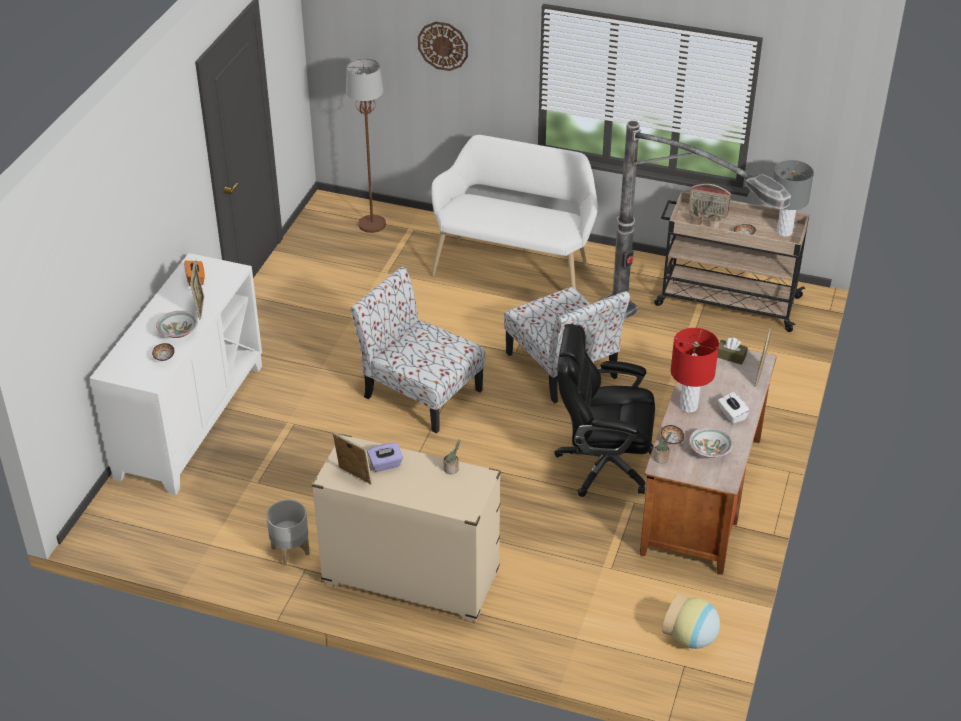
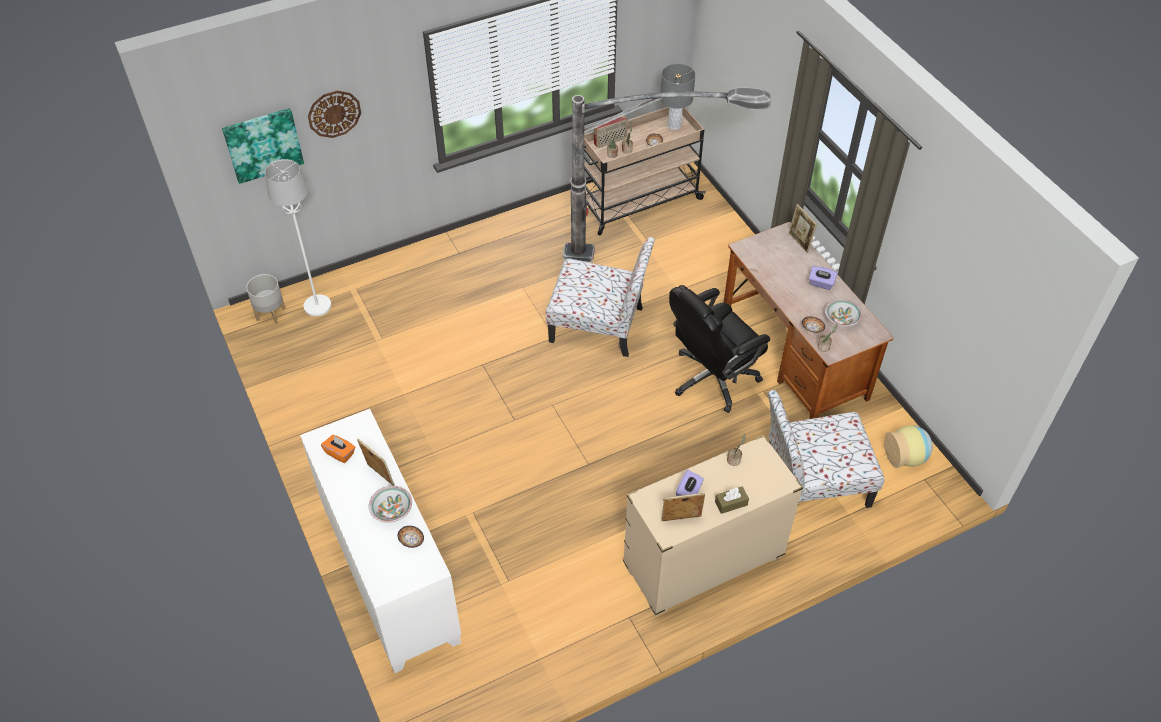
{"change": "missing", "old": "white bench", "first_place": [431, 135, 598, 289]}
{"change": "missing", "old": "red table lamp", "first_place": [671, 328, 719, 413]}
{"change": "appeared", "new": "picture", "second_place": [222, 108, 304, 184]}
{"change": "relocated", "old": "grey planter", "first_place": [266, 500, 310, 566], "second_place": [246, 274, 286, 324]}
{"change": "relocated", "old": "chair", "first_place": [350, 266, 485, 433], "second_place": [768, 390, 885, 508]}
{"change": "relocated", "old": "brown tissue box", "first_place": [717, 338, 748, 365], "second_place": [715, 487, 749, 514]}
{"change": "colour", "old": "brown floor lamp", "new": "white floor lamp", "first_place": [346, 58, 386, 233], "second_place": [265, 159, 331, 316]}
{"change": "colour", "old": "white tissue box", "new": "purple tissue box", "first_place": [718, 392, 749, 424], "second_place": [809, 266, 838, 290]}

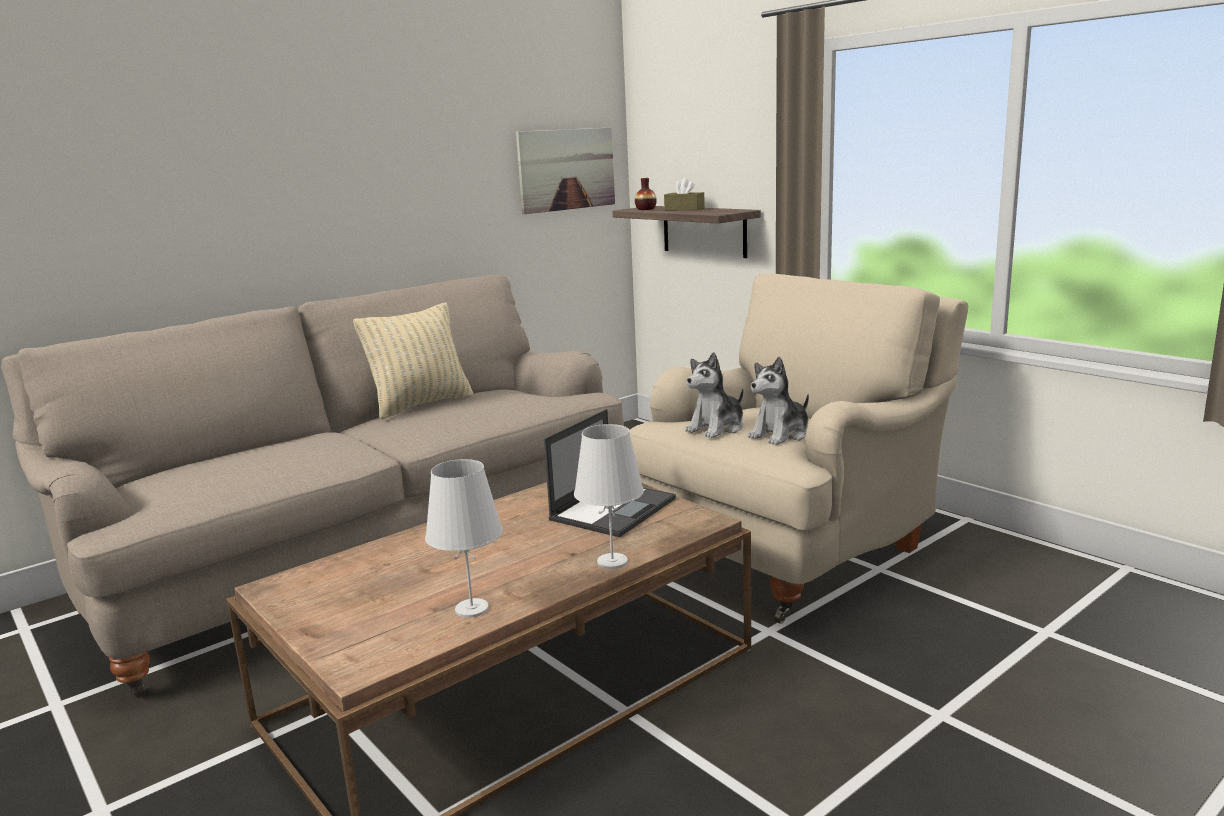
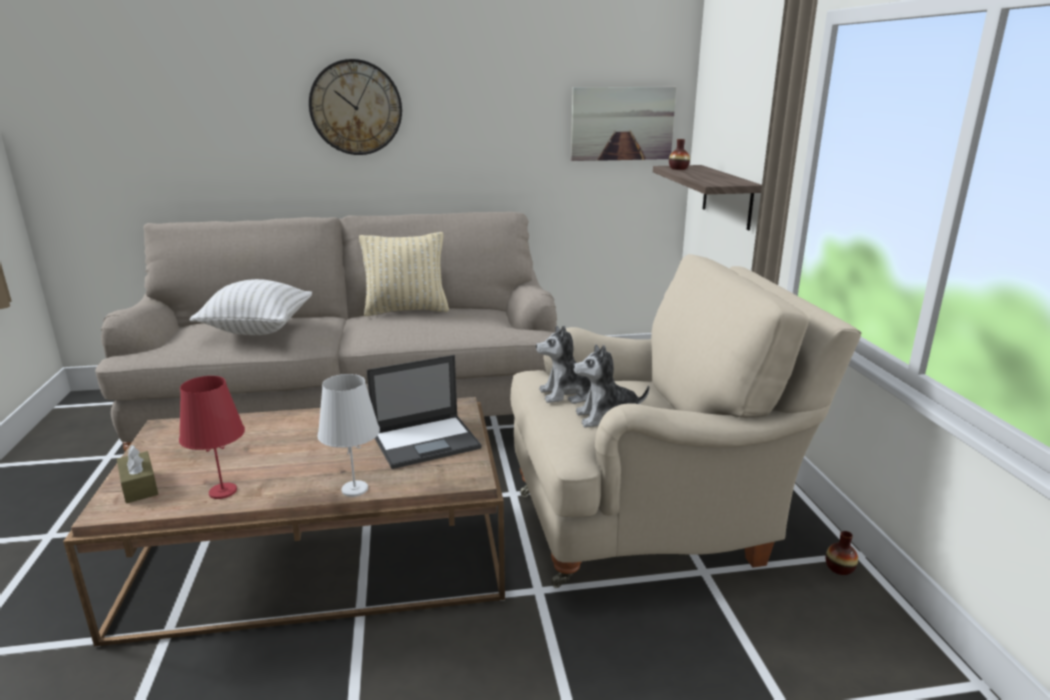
{"change": "appeared", "new": "white pillow", "second_place": [190, 279, 312, 335]}
{"change": "appeared", "new": "wall clock", "second_place": [309, 59, 402, 155]}
{"change": "appeared", "new": "vase", "second_place": [825, 531, 858, 575]}
{"change": "relocated", "old": "brown tissue box", "first_place": [664, 178, 705, 210], "second_place": [117, 445, 158, 503]}
{"change": "colour", "old": "white table lamp", "new": "red table lamp", "first_place": [425, 459, 503, 618], "second_place": [179, 376, 245, 499]}

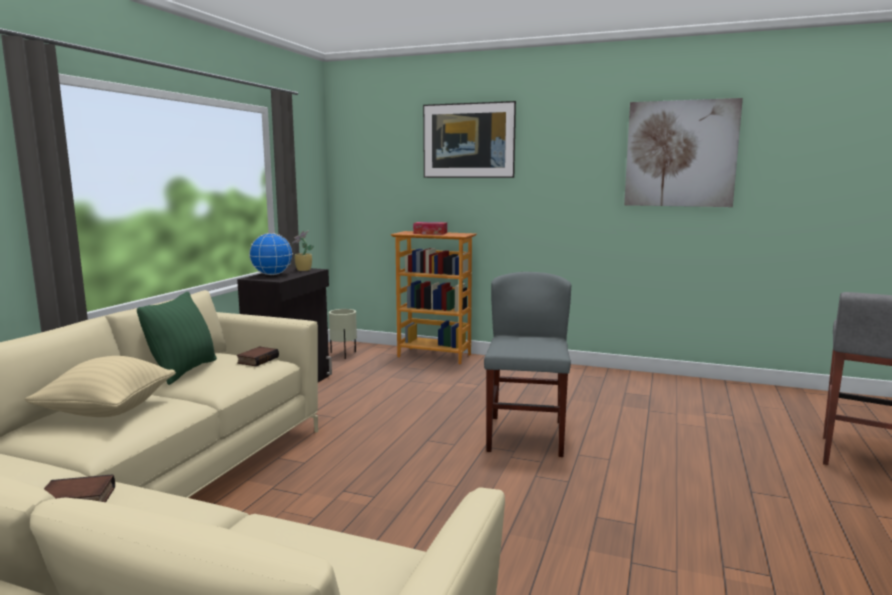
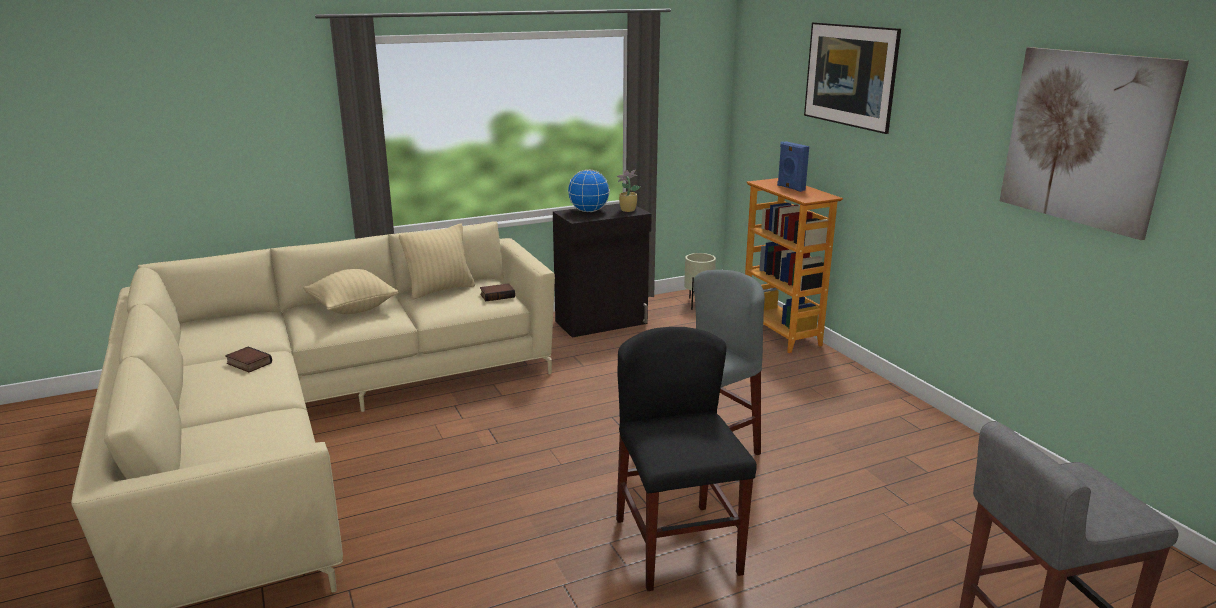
{"change": "appeared", "new": "black chair", "second_place": [616, 327, 757, 591]}
{"change": "exchanged", "old": "tissue box", "new": "blue speaker", "first_place": [413, 222, 447, 235], "second_place": [777, 141, 809, 192]}
{"change": "colour", "old": "green pillow", "new": "beige pillow", "first_place": [137, 292, 217, 385], "second_place": [399, 224, 475, 300]}

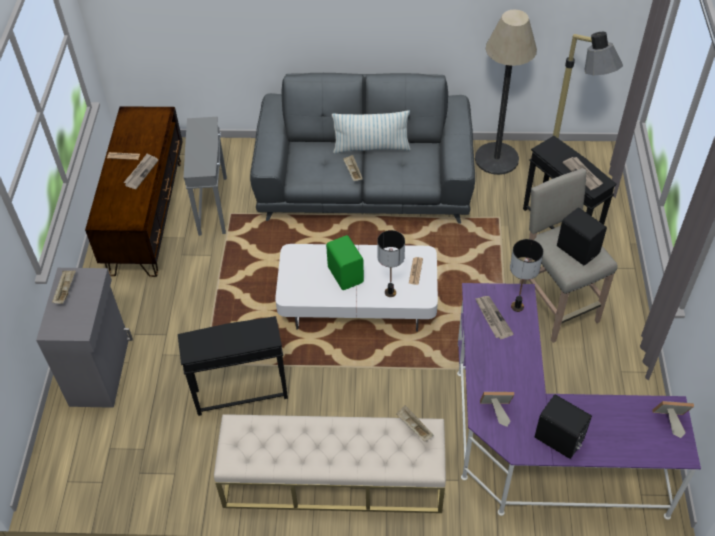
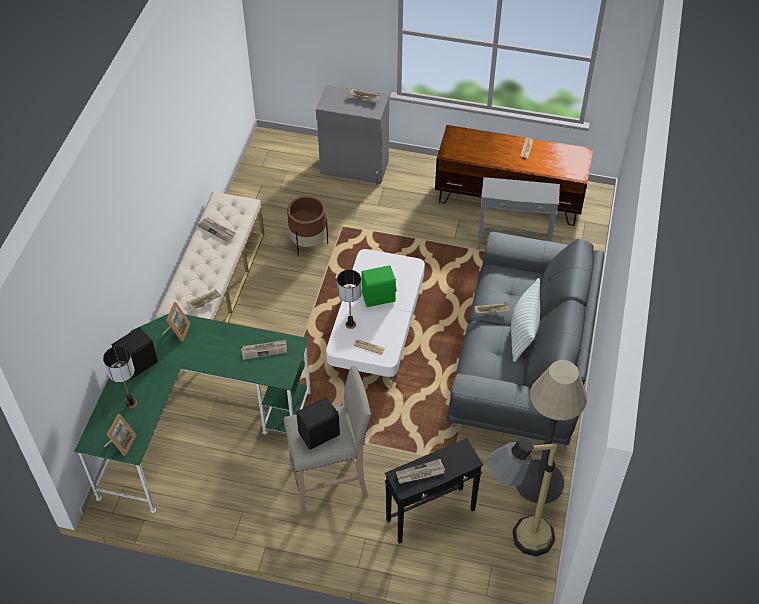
{"change": "relocated", "old": "newspaper", "first_place": [123, 153, 159, 189], "second_place": [197, 217, 236, 242]}
{"change": "relocated", "old": "table lamp", "first_place": [510, 239, 543, 312], "second_place": [103, 346, 137, 409]}
{"change": "exchanged", "old": "black side table", "new": "brown planter", "first_place": [178, 316, 288, 416], "second_place": [287, 196, 328, 257]}
{"change": "colour", "old": "purple desk", "new": "green desk", "first_place": [457, 283, 701, 520], "second_place": [75, 314, 311, 513]}

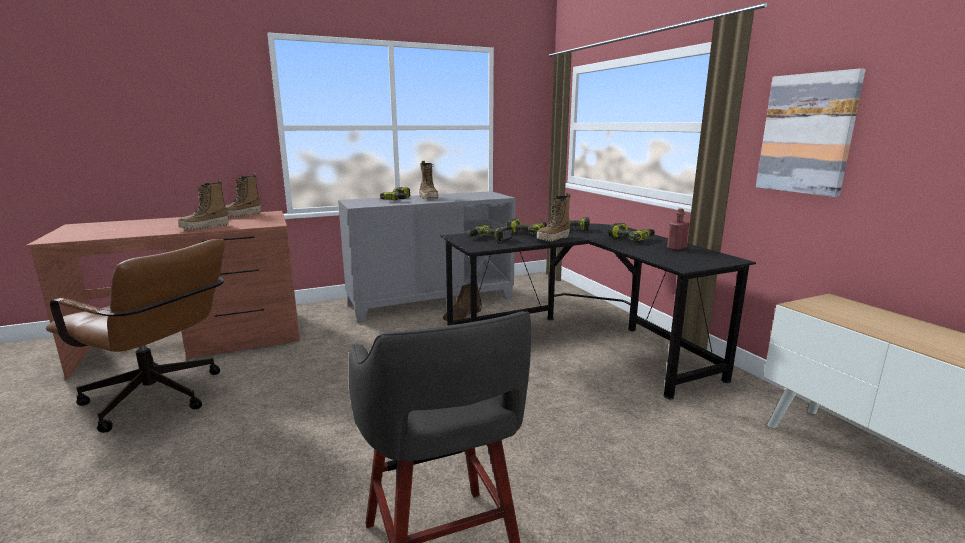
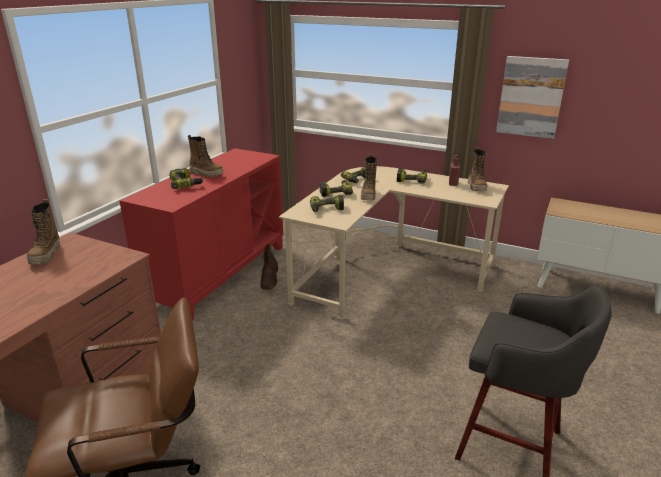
{"change": "relocated", "old": "boot", "first_place": [178, 180, 229, 230], "second_place": [468, 147, 487, 191]}
{"change": "colour", "old": "grey cabinet", "new": "red cabinet", "first_place": [338, 191, 516, 323], "second_place": [119, 148, 283, 320]}
{"change": "colour", "old": "black desk", "new": "beige desk", "first_place": [440, 223, 756, 399], "second_place": [279, 166, 509, 319]}

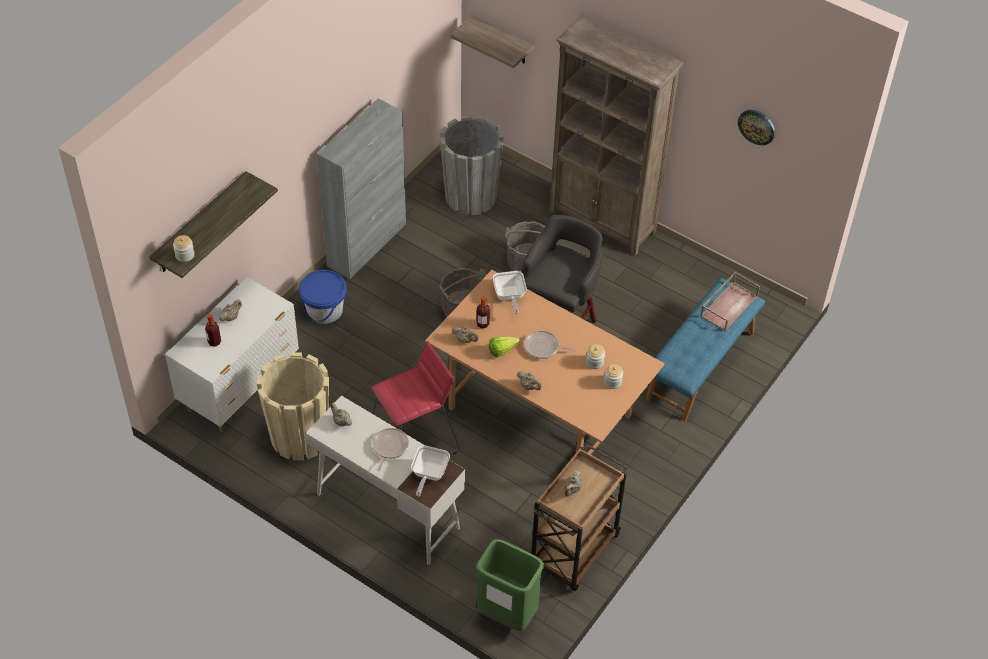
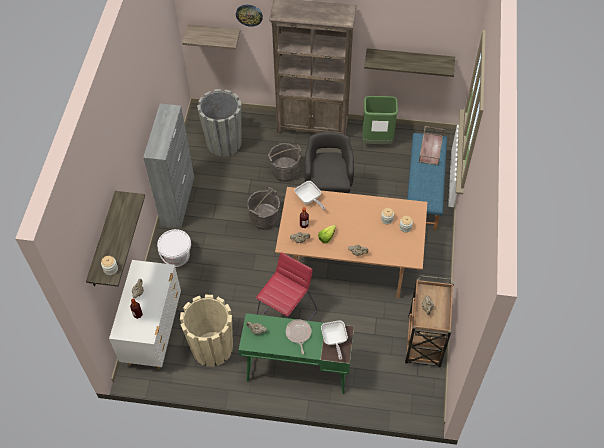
{"change": "missing", "old": "frying pan", "first_place": [524, 330, 576, 359]}
{"change": "appeared", "new": "shelf", "second_place": [364, 48, 455, 77]}
{"change": "relocated", "old": "green trash can", "first_place": [476, 539, 544, 631], "second_place": [362, 96, 398, 144]}
{"change": "relocated", "old": "wall clock", "first_place": [738, 110, 775, 145], "second_place": [236, 5, 263, 27]}
{"change": "colour", "old": "blue bucket", "new": "white bucket", "first_place": [299, 270, 347, 324], "second_place": [157, 229, 191, 267]}
{"change": "colour", "old": "white desk", "new": "green desk", "first_place": [306, 395, 465, 565], "second_place": [239, 313, 354, 394]}

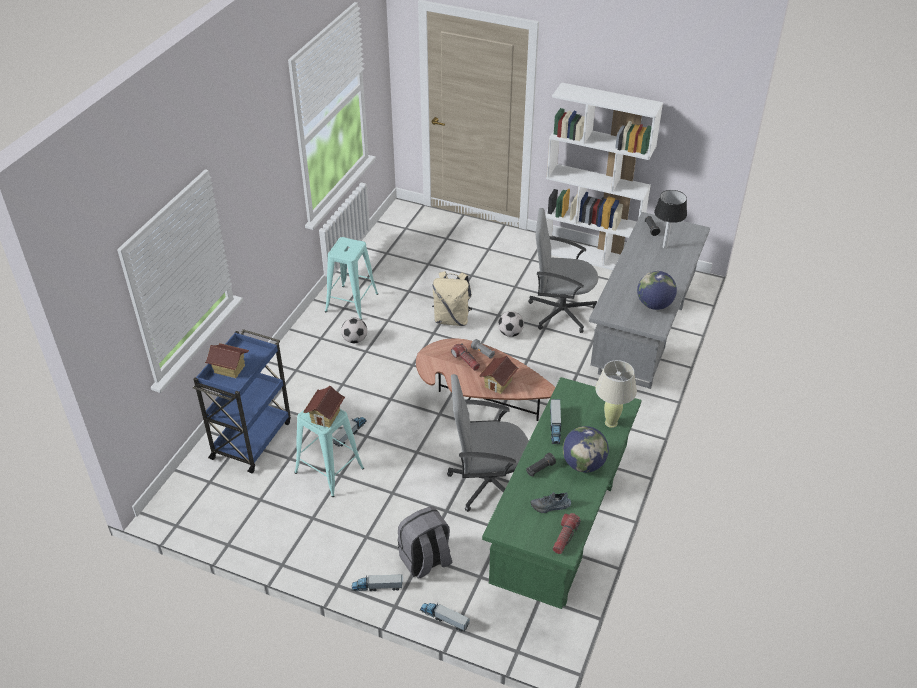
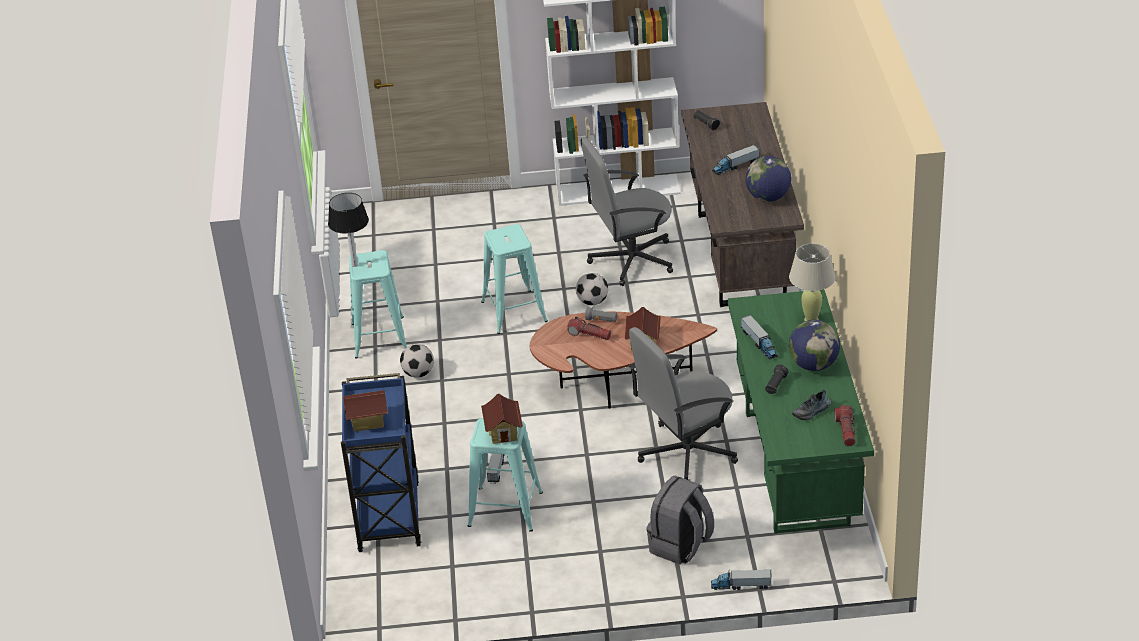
{"change": "relocated", "old": "toy truck", "first_place": [352, 574, 402, 591], "second_place": [712, 145, 759, 175]}
{"change": "relocated", "old": "table lamp", "first_place": [654, 190, 687, 249], "second_place": [328, 193, 369, 267]}
{"change": "exchanged", "old": "beige backpack", "new": "turquoise stool", "first_place": [432, 271, 473, 326], "second_place": [481, 224, 548, 334]}
{"change": "colour", "old": "grey desk", "new": "brown desk", "first_place": [589, 212, 710, 389], "second_place": [681, 102, 804, 307]}

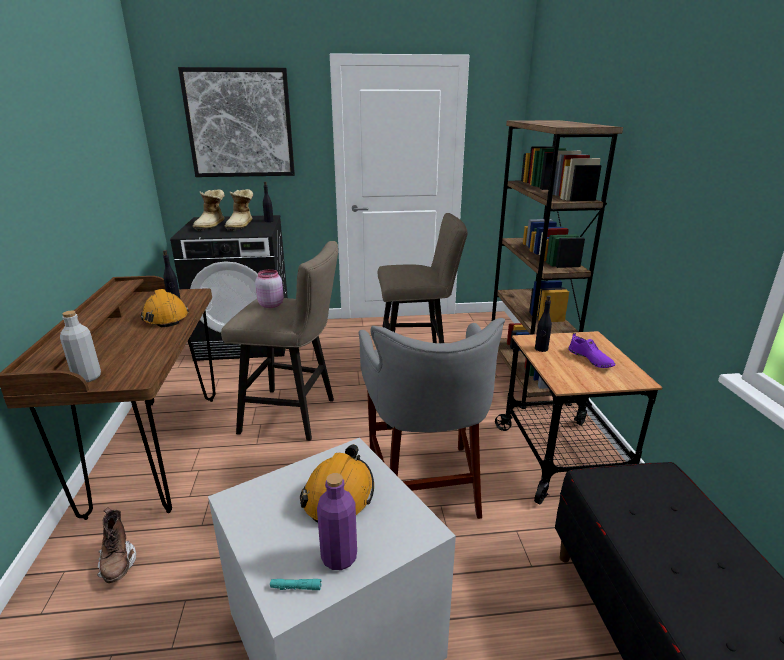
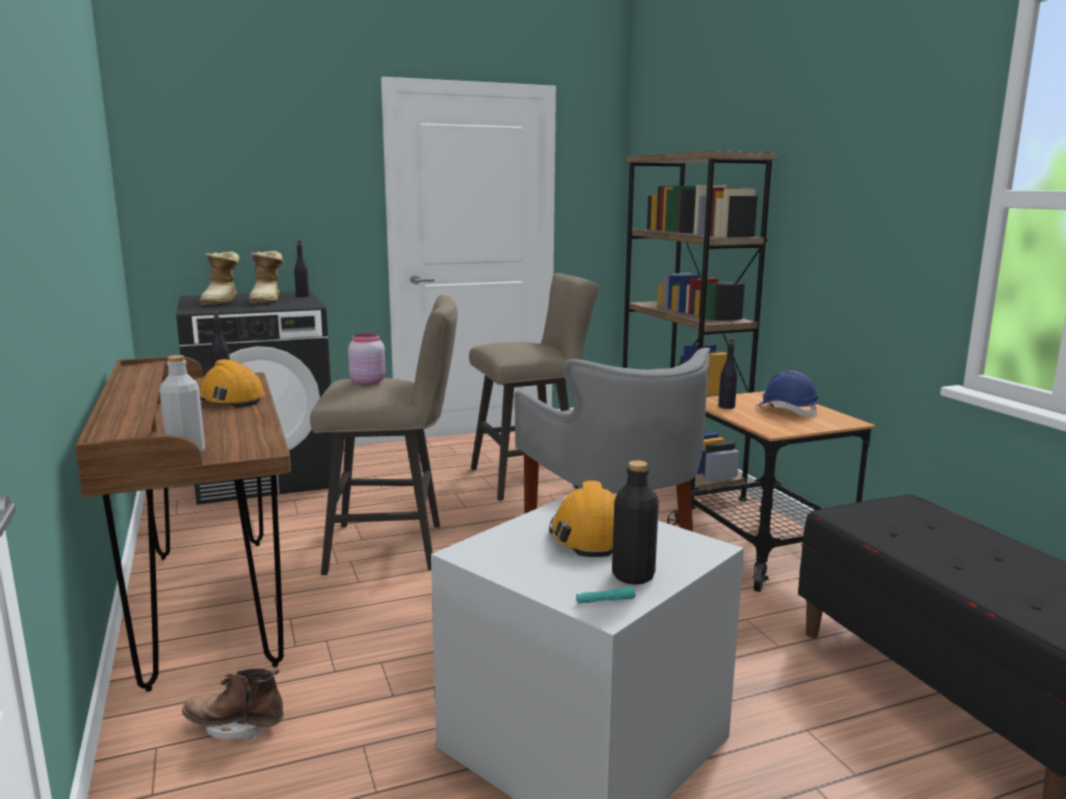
{"change": "missing", "old": "picture", "first_place": [178, 67, 295, 177]}
{"change": "exchanged", "old": "purple shoe", "new": "blue hard hat", "first_place": [568, 333, 615, 368], "second_place": [755, 370, 819, 417]}
{"change": "colour", "old": "purple bottle", "new": "black bottle", "first_place": [317, 473, 357, 570], "second_place": [612, 460, 659, 585]}
{"change": "spun", "old": "brown boot", "first_place": [97, 508, 136, 583], "second_place": [182, 667, 284, 740], "degrees": 135}

